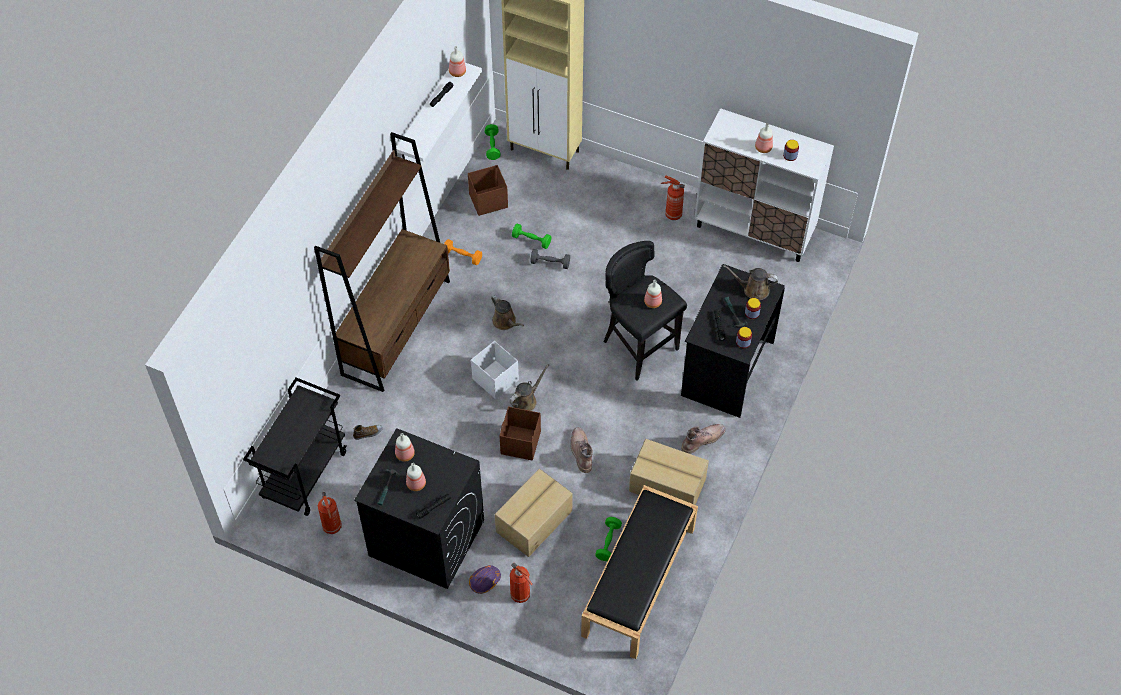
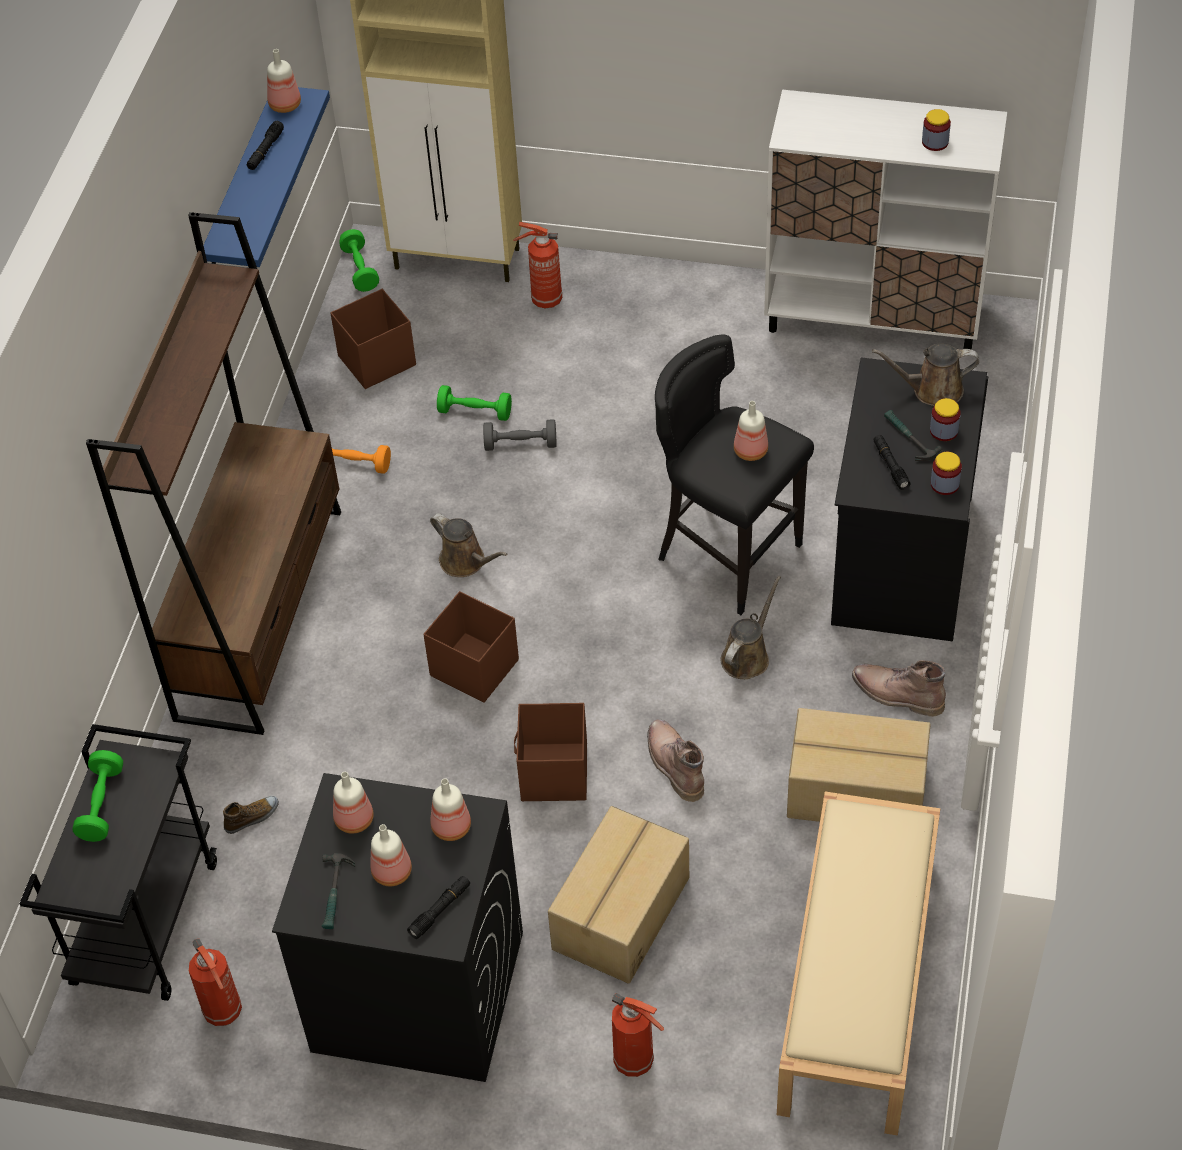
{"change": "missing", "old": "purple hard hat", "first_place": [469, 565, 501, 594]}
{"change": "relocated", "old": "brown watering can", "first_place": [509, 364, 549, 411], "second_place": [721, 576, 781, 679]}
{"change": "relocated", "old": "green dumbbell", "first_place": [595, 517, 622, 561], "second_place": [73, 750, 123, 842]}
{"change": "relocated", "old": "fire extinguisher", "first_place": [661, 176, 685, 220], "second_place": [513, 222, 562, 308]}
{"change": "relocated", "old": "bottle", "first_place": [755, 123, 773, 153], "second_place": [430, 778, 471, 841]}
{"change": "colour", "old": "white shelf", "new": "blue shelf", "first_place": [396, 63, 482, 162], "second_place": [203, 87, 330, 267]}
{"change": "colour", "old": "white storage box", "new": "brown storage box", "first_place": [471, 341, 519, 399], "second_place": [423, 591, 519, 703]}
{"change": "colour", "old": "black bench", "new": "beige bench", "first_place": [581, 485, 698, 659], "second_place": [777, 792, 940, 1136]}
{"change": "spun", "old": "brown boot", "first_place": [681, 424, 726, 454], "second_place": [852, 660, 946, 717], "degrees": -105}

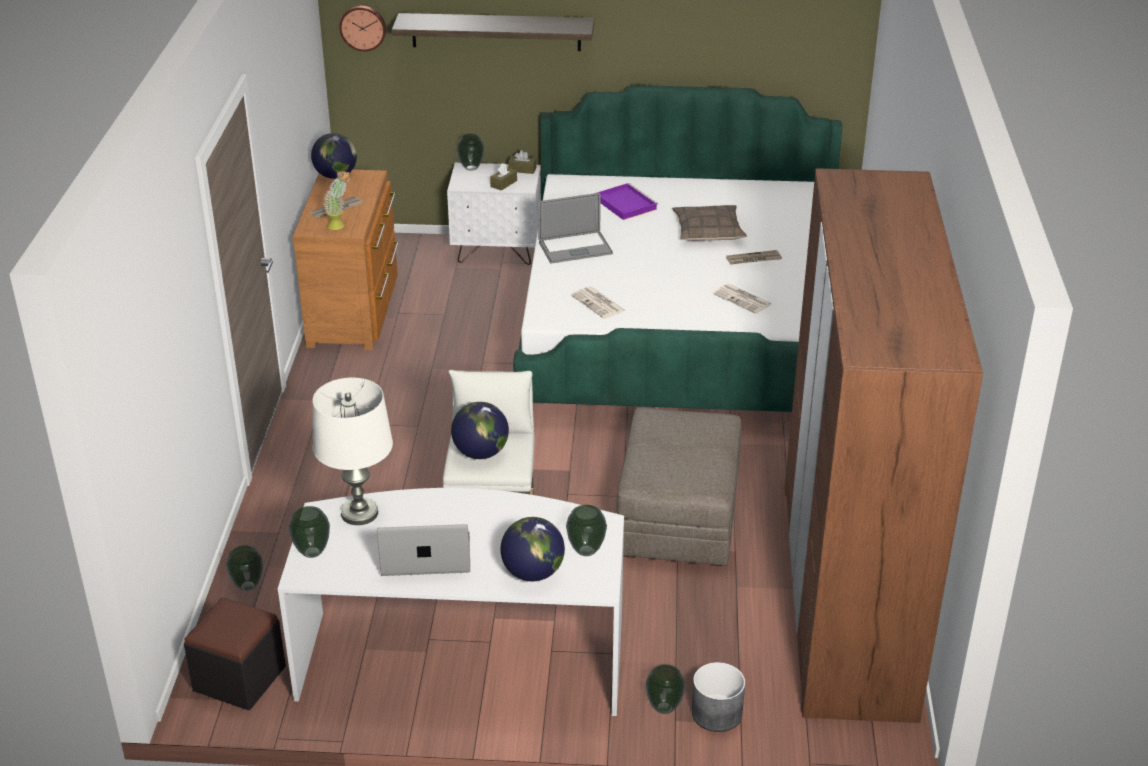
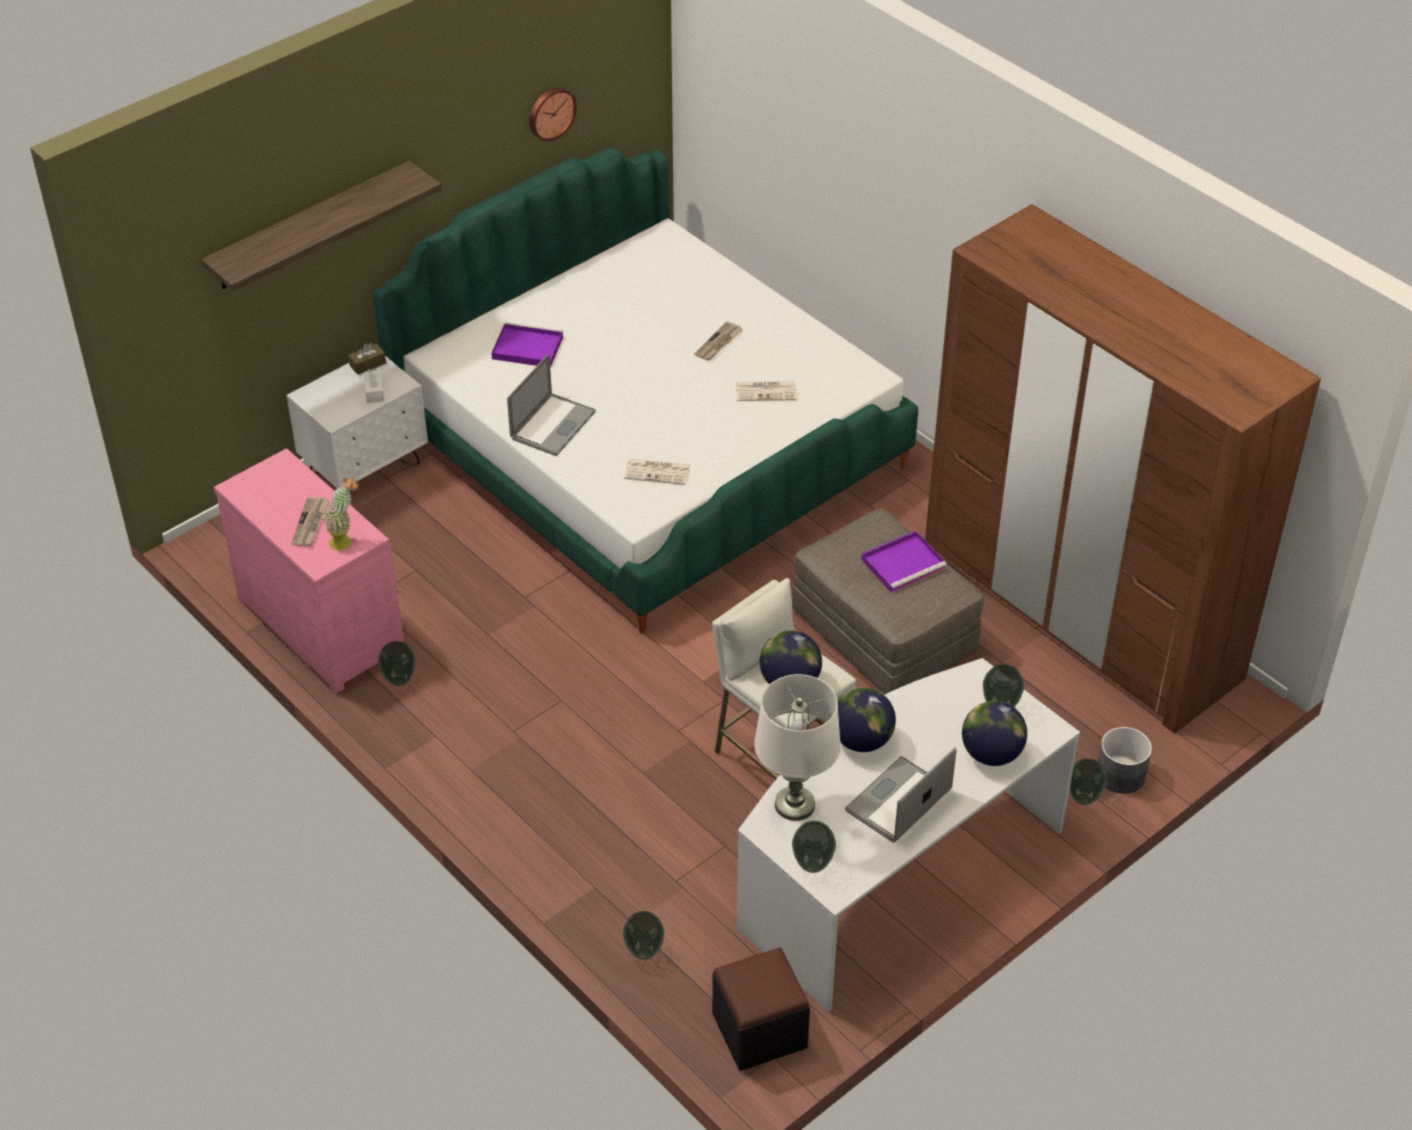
{"change": "missing", "old": "pillow", "first_place": [672, 205, 747, 241]}
{"change": "appeared", "new": "purple tray", "second_place": [861, 531, 947, 592]}
{"change": "relocated", "old": "globe", "first_place": [311, 133, 357, 179], "second_place": [837, 687, 896, 752]}
{"change": "relocated", "old": "wall clock", "first_place": [339, 6, 386, 51], "second_place": [529, 87, 577, 141]}
{"change": "relocated", "old": "vase", "first_place": [457, 134, 484, 171], "second_place": [378, 641, 415, 686]}
{"change": "colour", "old": "brown dresser", "new": "pink dresser", "first_place": [292, 170, 399, 350], "second_place": [214, 448, 404, 694]}
{"change": "colour", "old": "brown tissue box", "new": "white tissue box", "first_place": [490, 163, 517, 191], "second_place": [364, 369, 384, 403]}

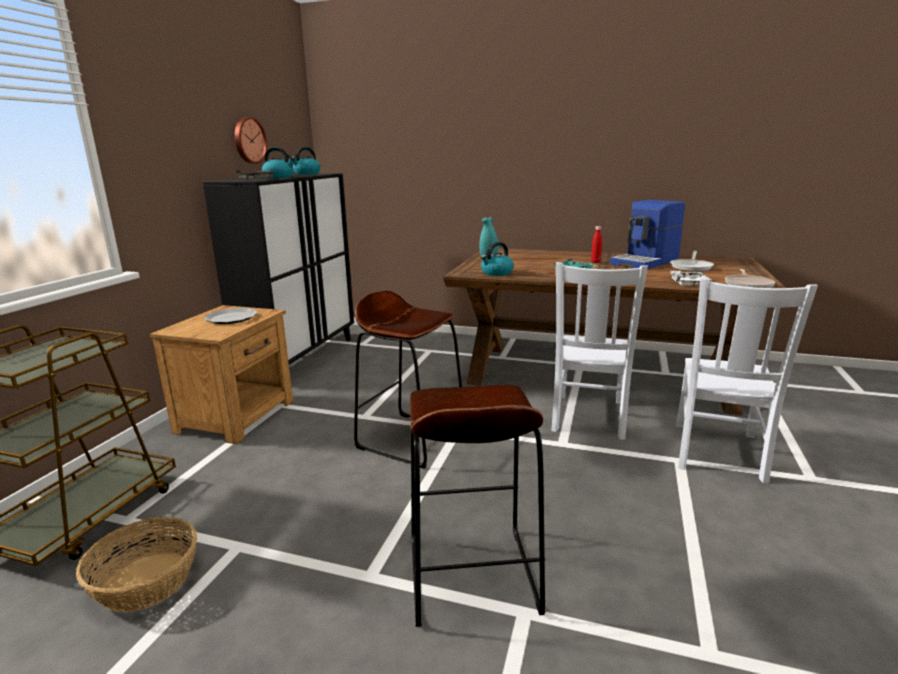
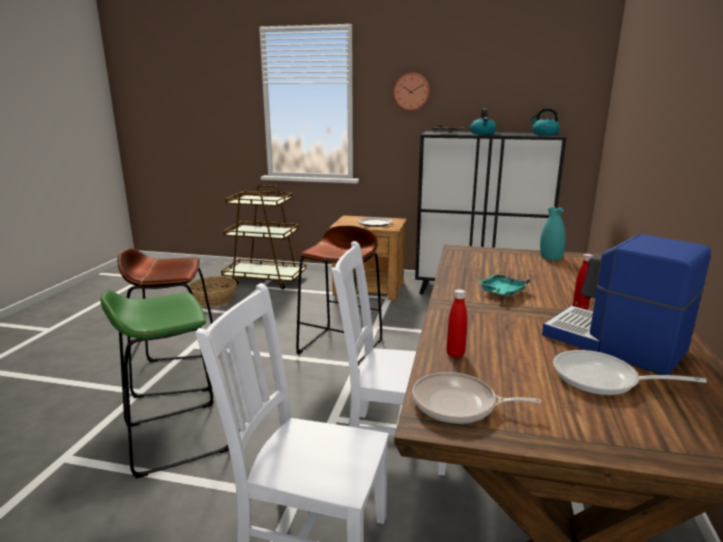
{"change": "missing", "old": "kettle", "first_place": [481, 242, 514, 276]}
{"change": "appeared", "new": "green stool", "second_place": [100, 290, 229, 479]}
{"change": "relocated", "old": "wall clock", "first_place": [235, 117, 267, 164], "second_place": [393, 72, 430, 111]}
{"change": "exchanged", "old": "white tray", "new": "red bottle", "first_place": [670, 271, 711, 287], "second_place": [447, 289, 467, 358]}

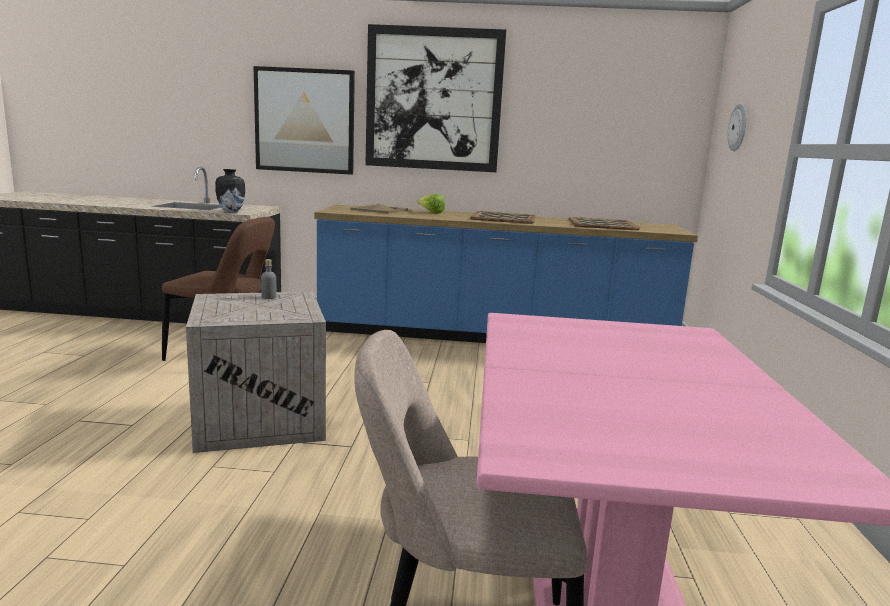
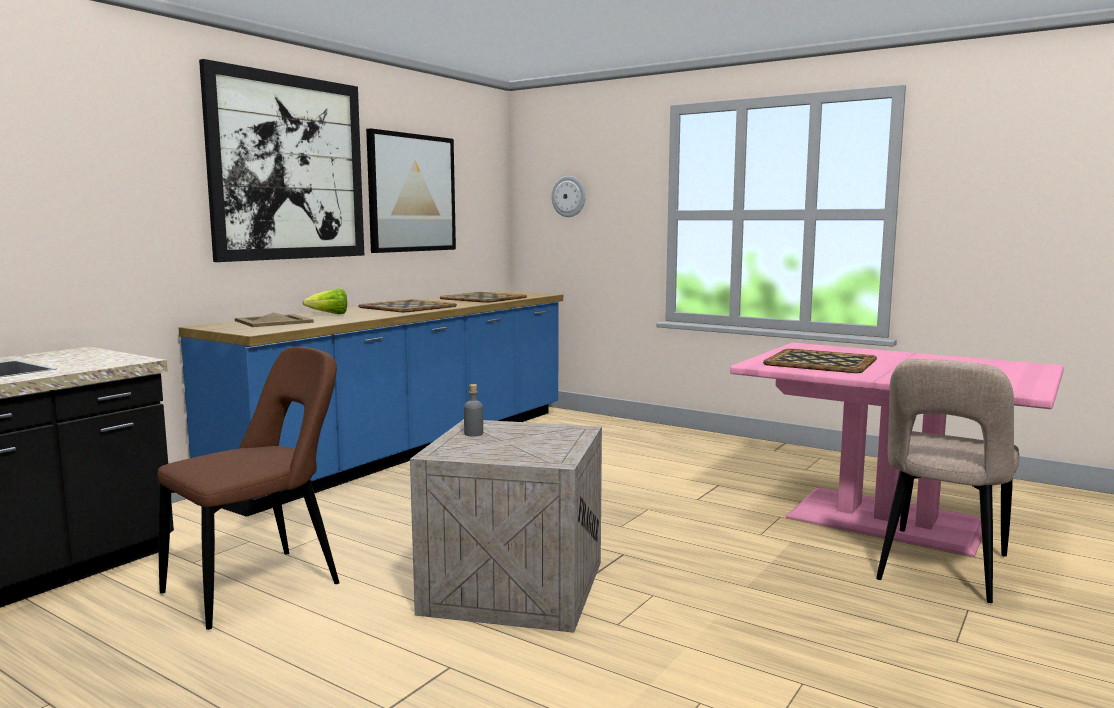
{"change": "missing", "old": "vase", "first_place": [215, 169, 245, 213]}
{"change": "appeared", "new": "tray", "second_place": [763, 349, 877, 373]}
{"change": "relocated", "old": "picture", "first_place": [253, 66, 355, 175], "second_place": [366, 128, 456, 253]}

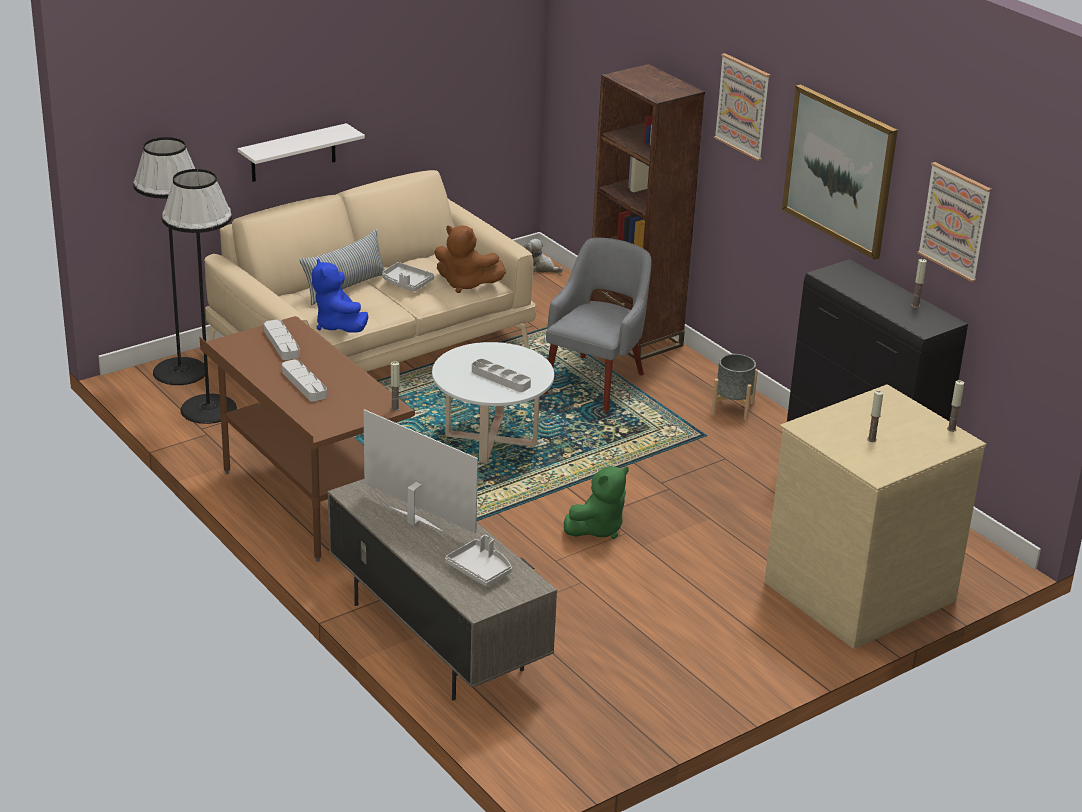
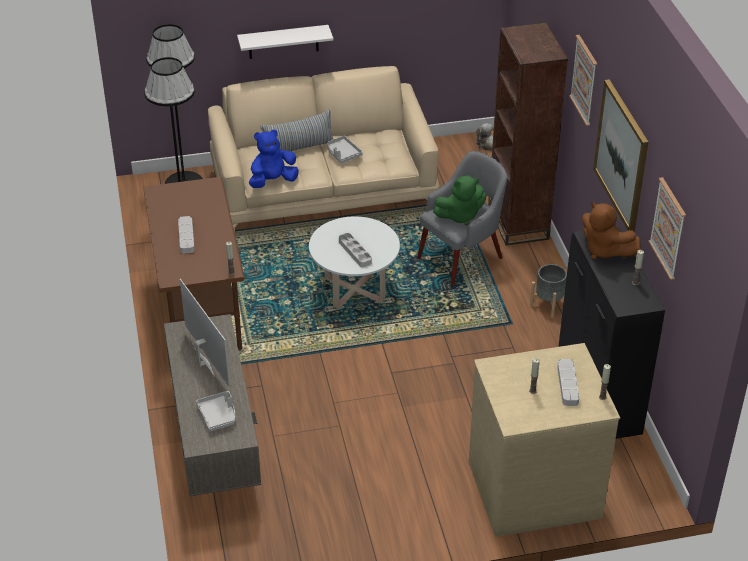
{"change": "relocated", "old": "grey tray", "first_place": [264, 320, 300, 360], "second_place": [557, 359, 579, 406]}
{"change": "relocated", "old": "brown plush toy", "first_place": [434, 225, 506, 293], "second_place": [582, 202, 641, 259]}
{"change": "relocated", "old": "green plush toy", "first_place": [564, 466, 629, 539], "second_place": [433, 175, 487, 225]}
{"change": "spun", "old": "blue plush toy", "first_place": [312, 258, 368, 333], "second_place": [249, 130, 299, 188], "degrees": 60}

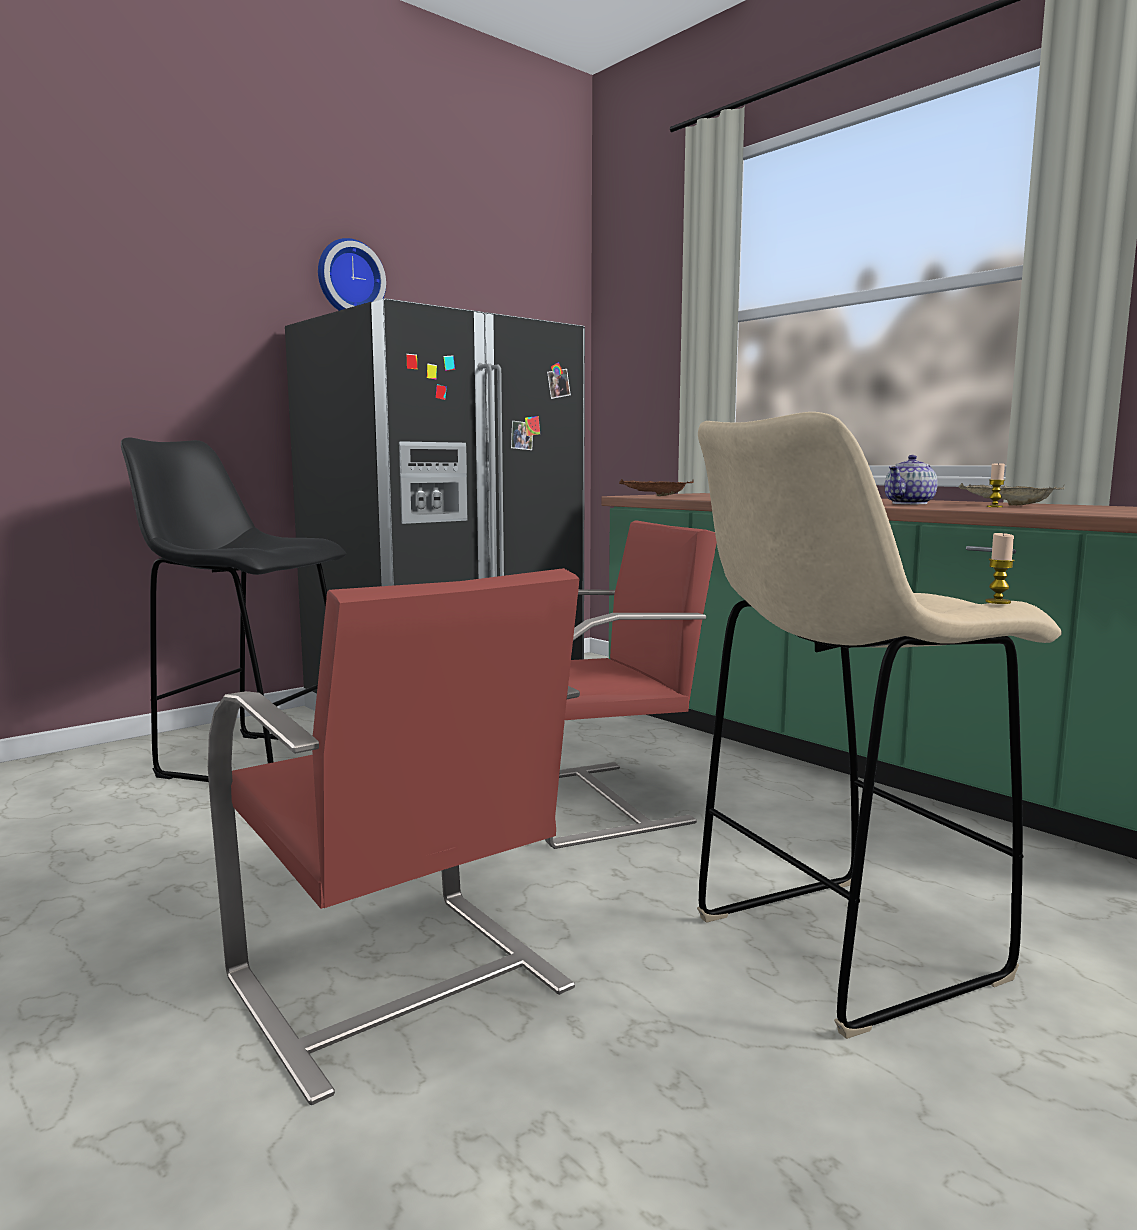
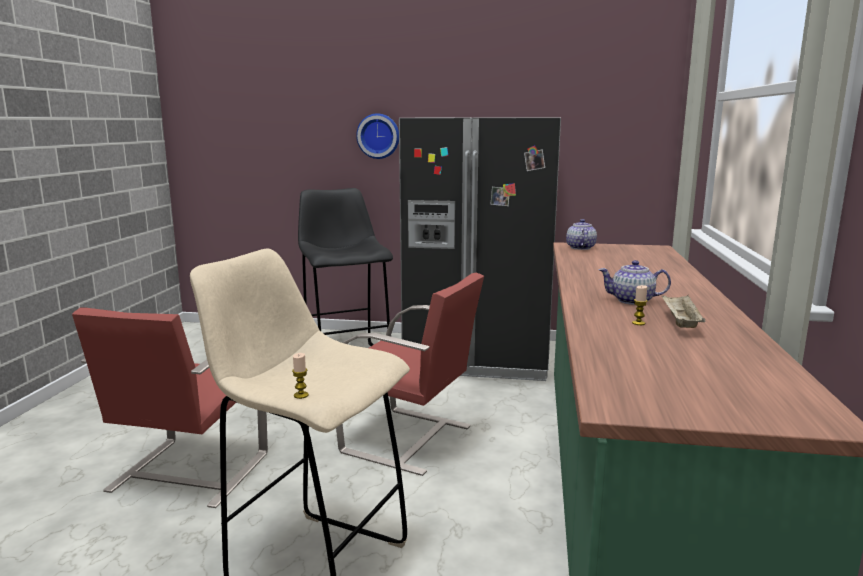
{"change": "relocated", "old": "wall clock", "first_place": [318, 238, 386, 311], "second_place": [356, 113, 399, 159]}
{"change": "exchanged", "old": "brown tray", "new": "teapot", "first_place": [619, 479, 693, 496], "second_place": [566, 219, 597, 250]}

